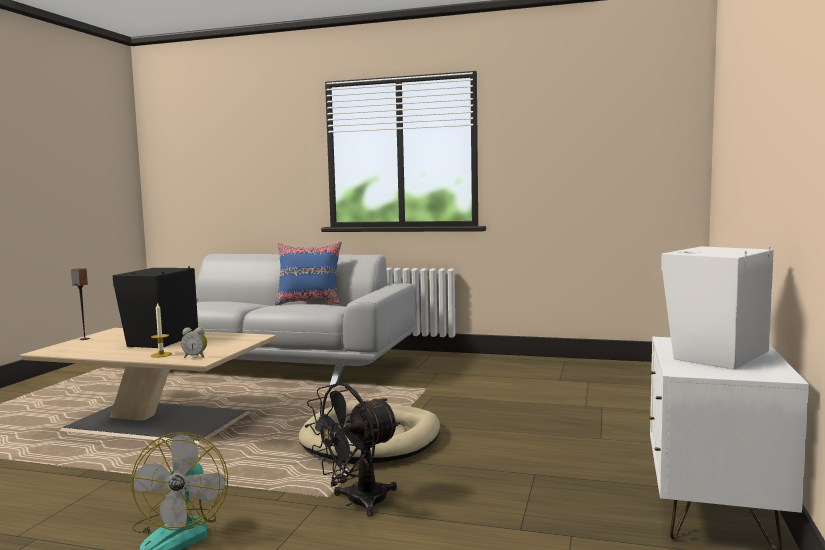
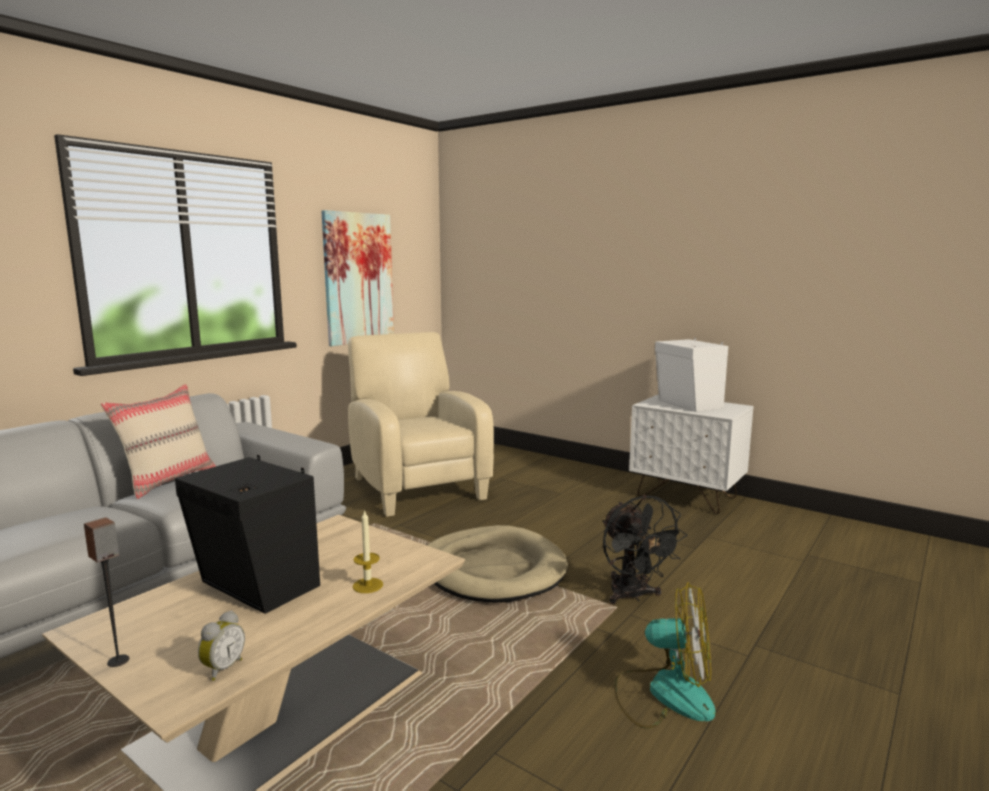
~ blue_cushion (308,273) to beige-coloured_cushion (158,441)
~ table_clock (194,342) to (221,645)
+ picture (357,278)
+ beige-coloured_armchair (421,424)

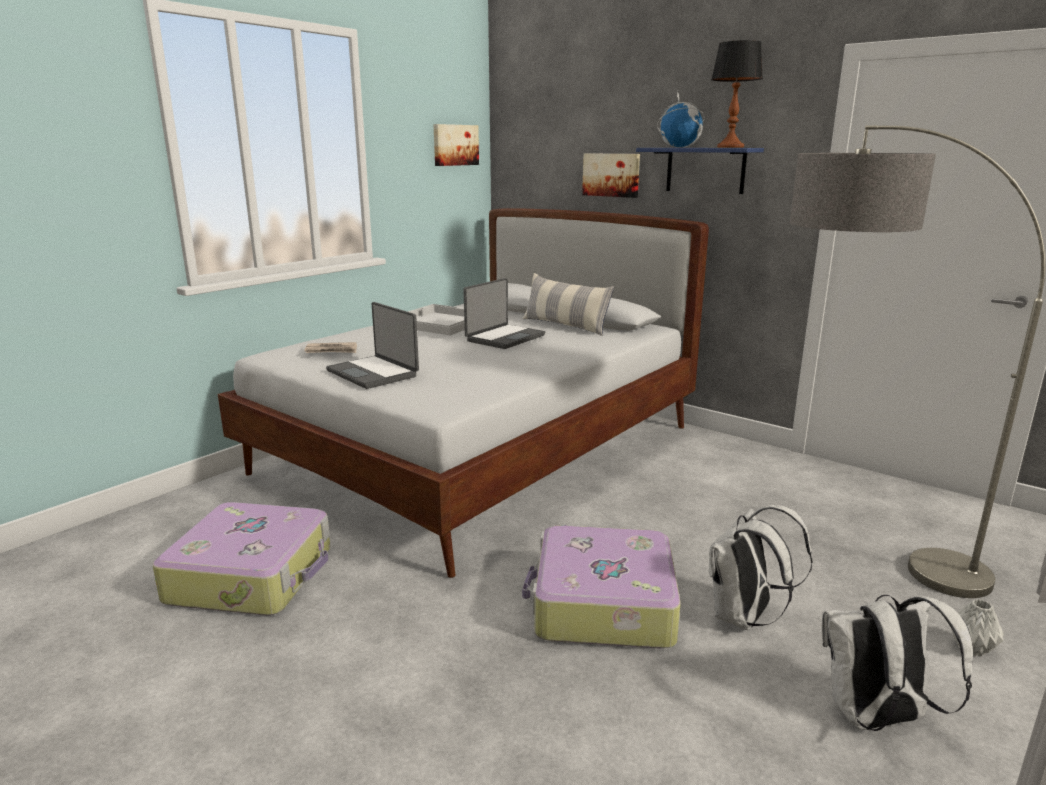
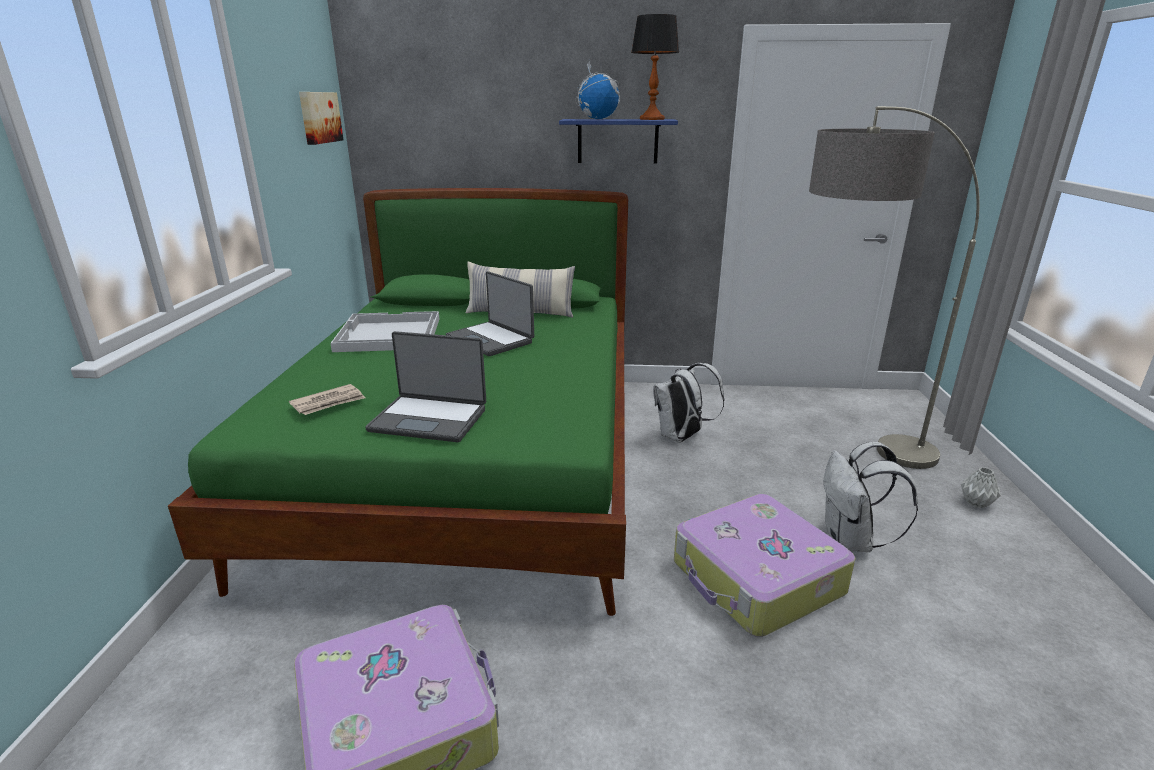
- picture (611,176)
~ white_bedroom_bed (463,393) to greenish_bedroom_bed (398,402)
~ laptop (504,313) = (490,313) 135 degrees clockwise
~ white_knapsack (897,663) to (689,403)

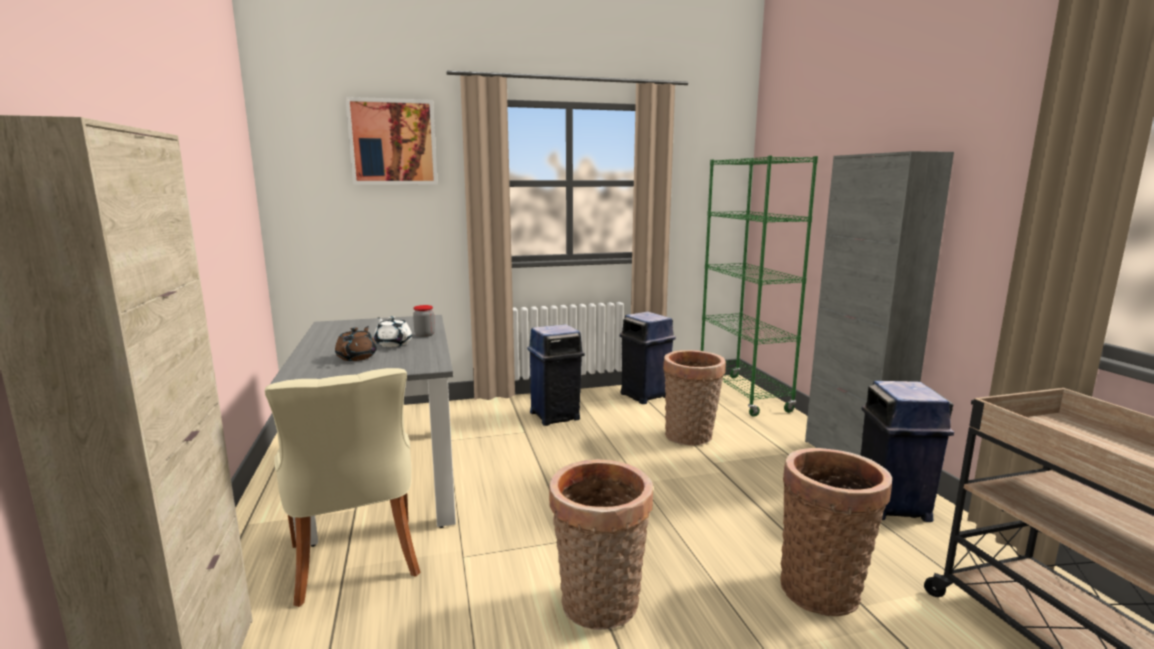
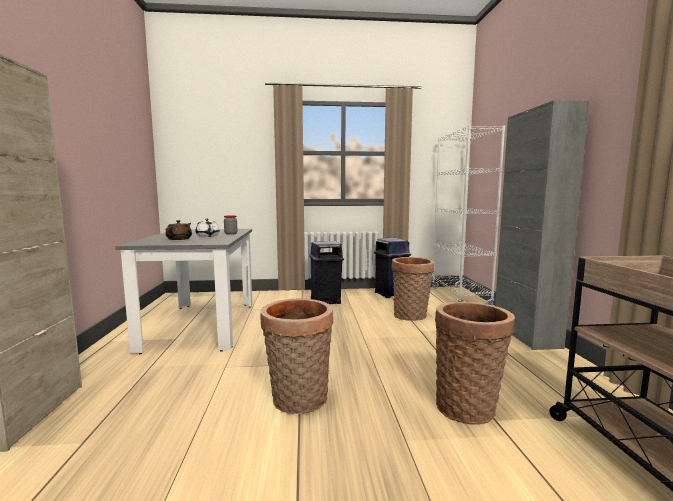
- picture (391,141)
~ greenish_bookcase (759,286) to white_bookcase (468,215)
- beige-coloured_upright_chair (342,487)
- blue_rubbish_bin (907,451)

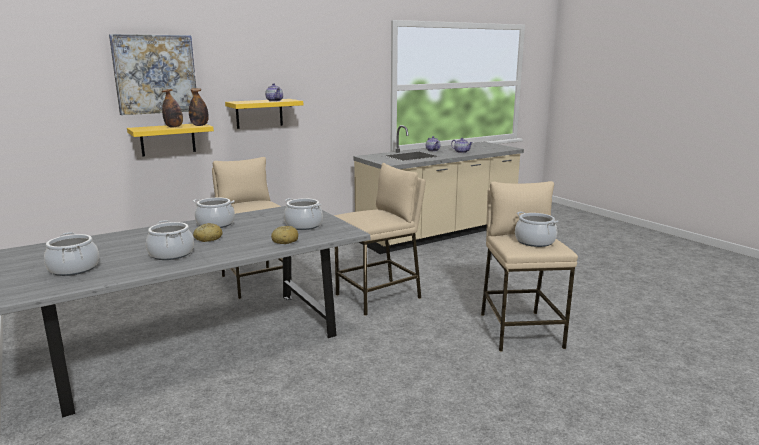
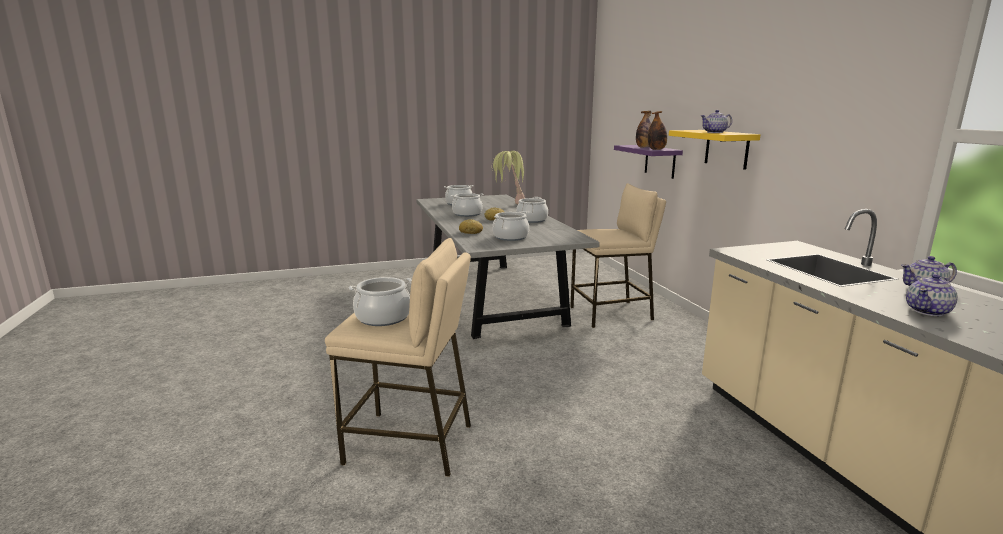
- picture (152,74)
~ yellow_shelf (170,140) to purplish_shelf (648,162)
- beige-coloured_stool (380,239)
+ houseplant (508,177)

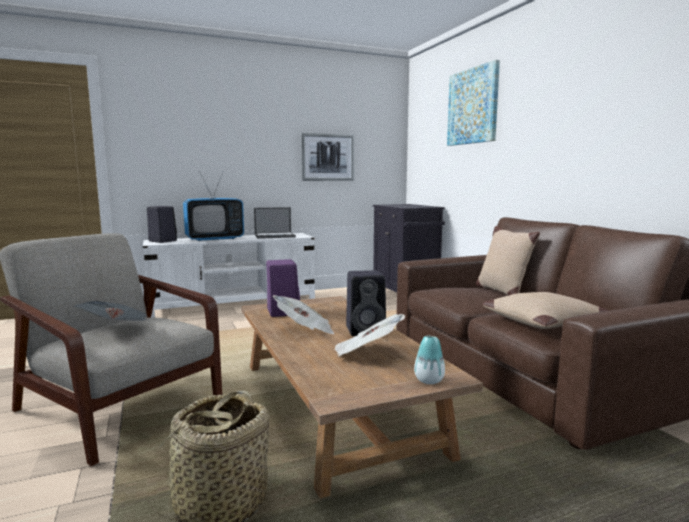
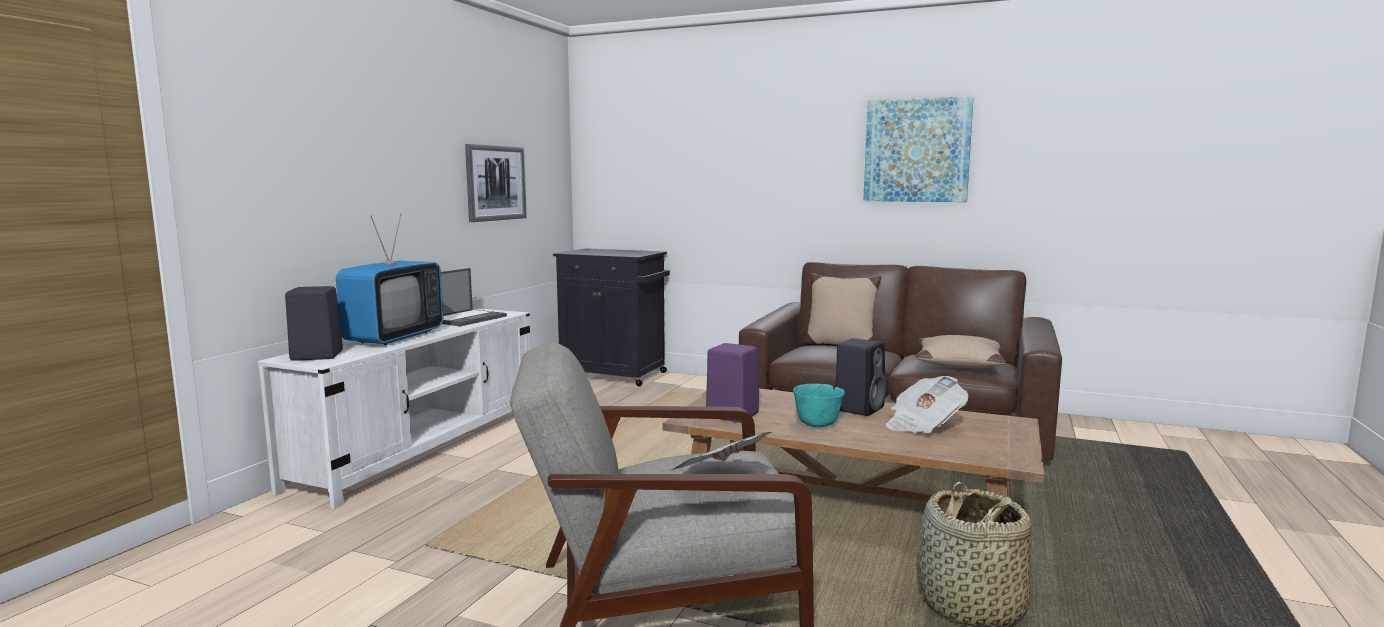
~ picture (473,103) to (918,149)
~ daily_paper (303,314) to turquoise_bowl (819,405)
- flower_vase (429,360)

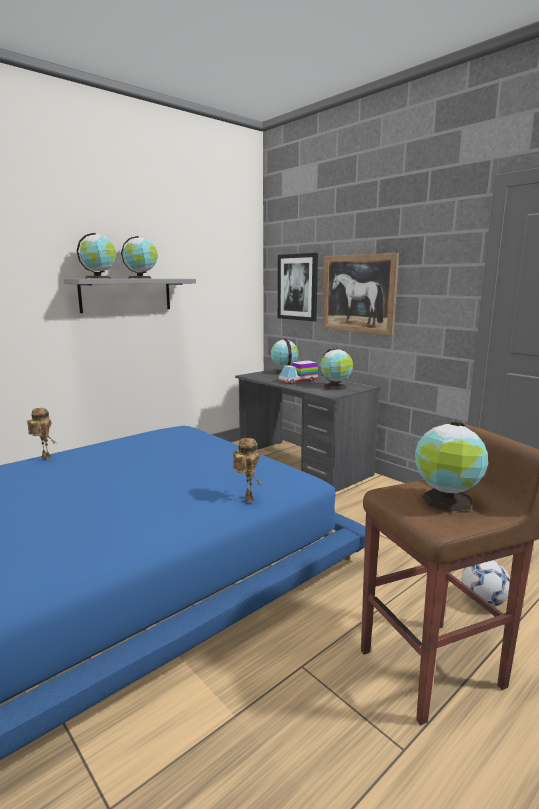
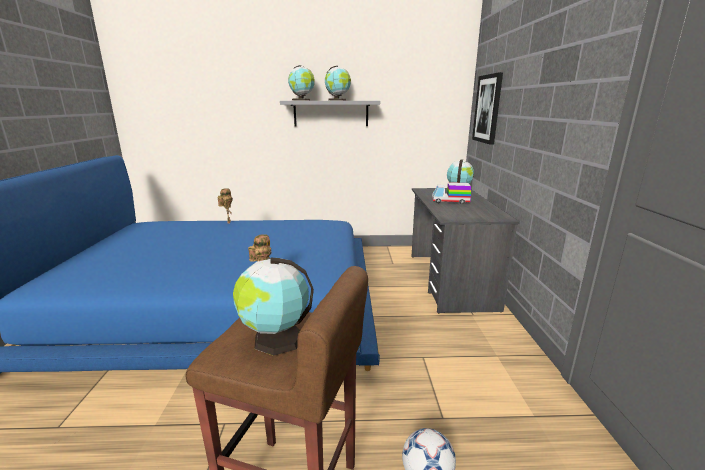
- picture (360,294)
- desk_globe (336,369)

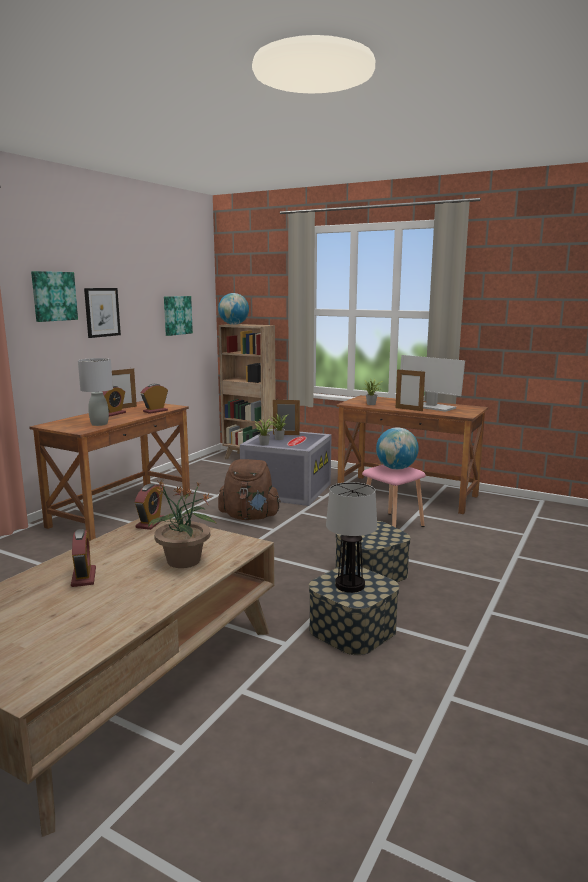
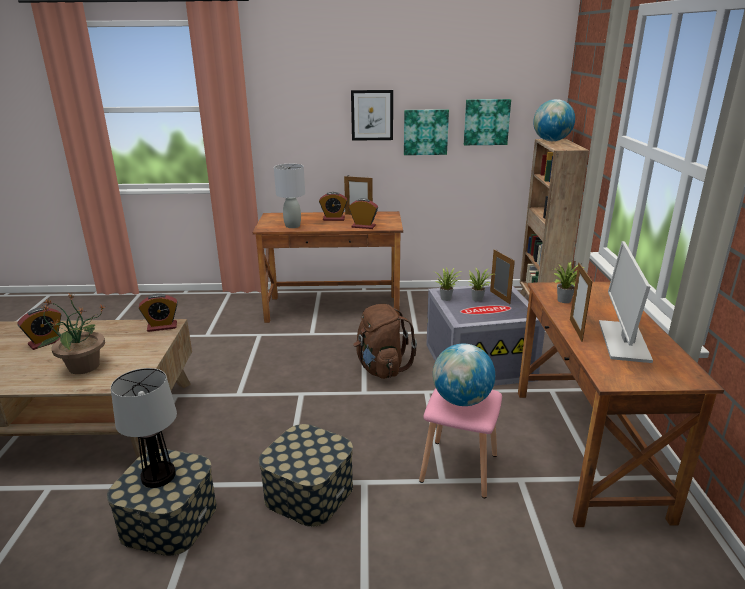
~ picture (54,296) to (426,132)

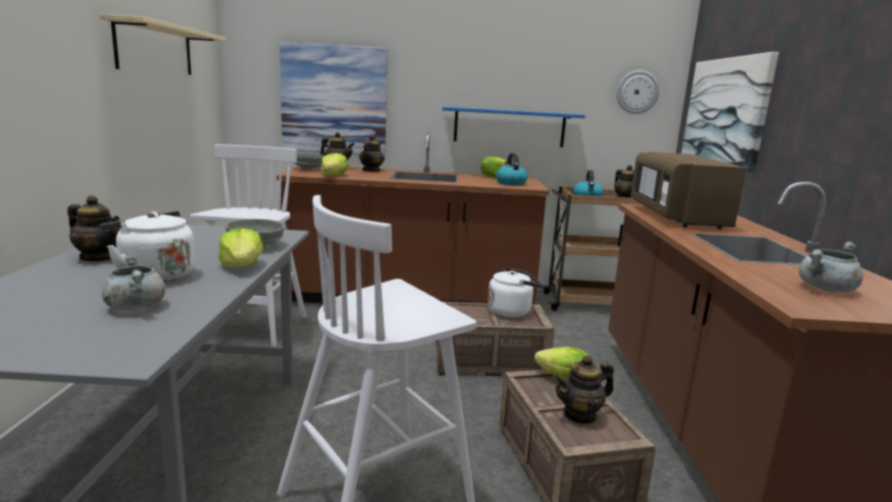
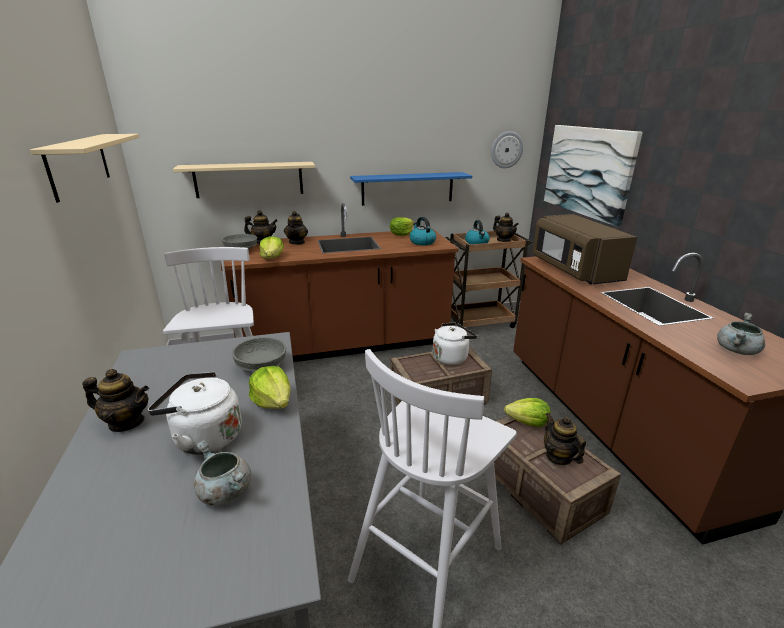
~ picture (334,99) to beige-coloured_shelf (244,180)
~ pot_for_tea (584,389) = (565,439) 105 degrees clockwise

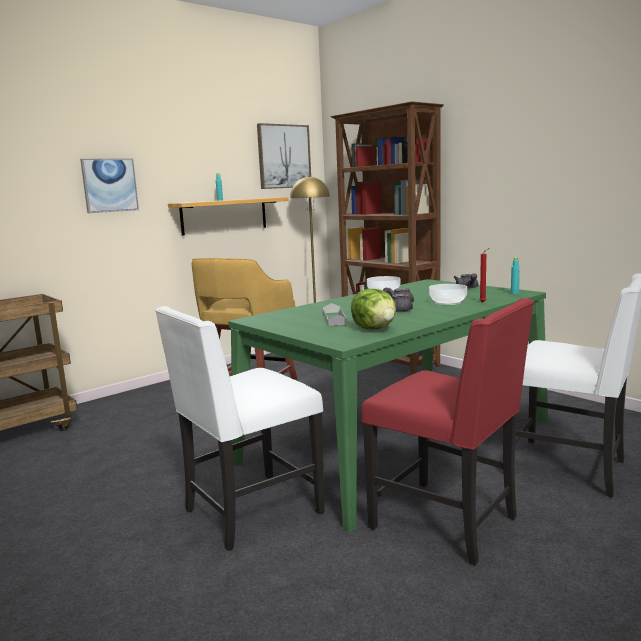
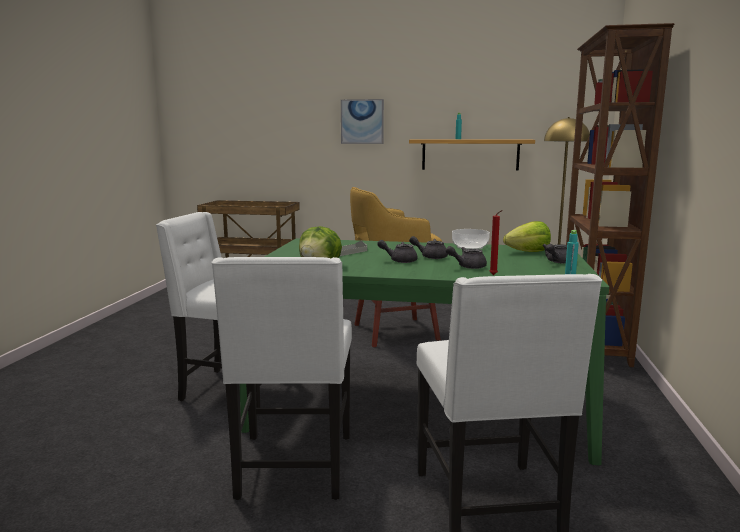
- picture (284,156)
~ bowl (448,294) to grey_pot_for_tea (466,257)
~ red-coloured_upright_chair (448,431) to white_upright_chair (281,378)
+ lettuce (527,236)

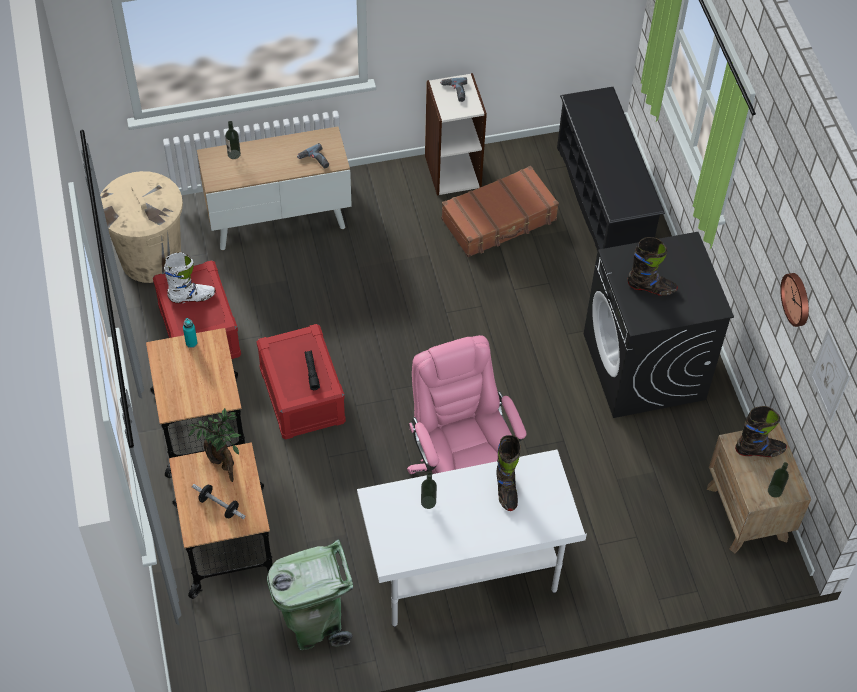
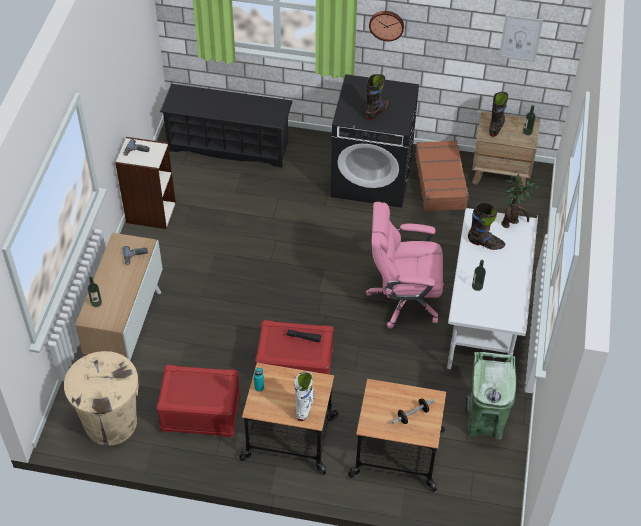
~ brown-coloured_suitcase (500,211) to (442,176)
~ white_boot (190,278) to (305,396)
~ wall_clock (794,300) to (386,26)
~ houseplant (215,445) to (520,201)

